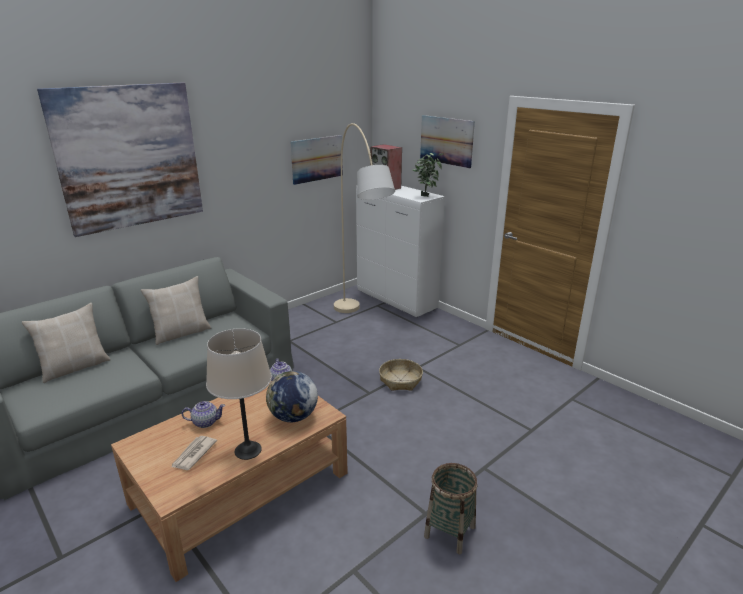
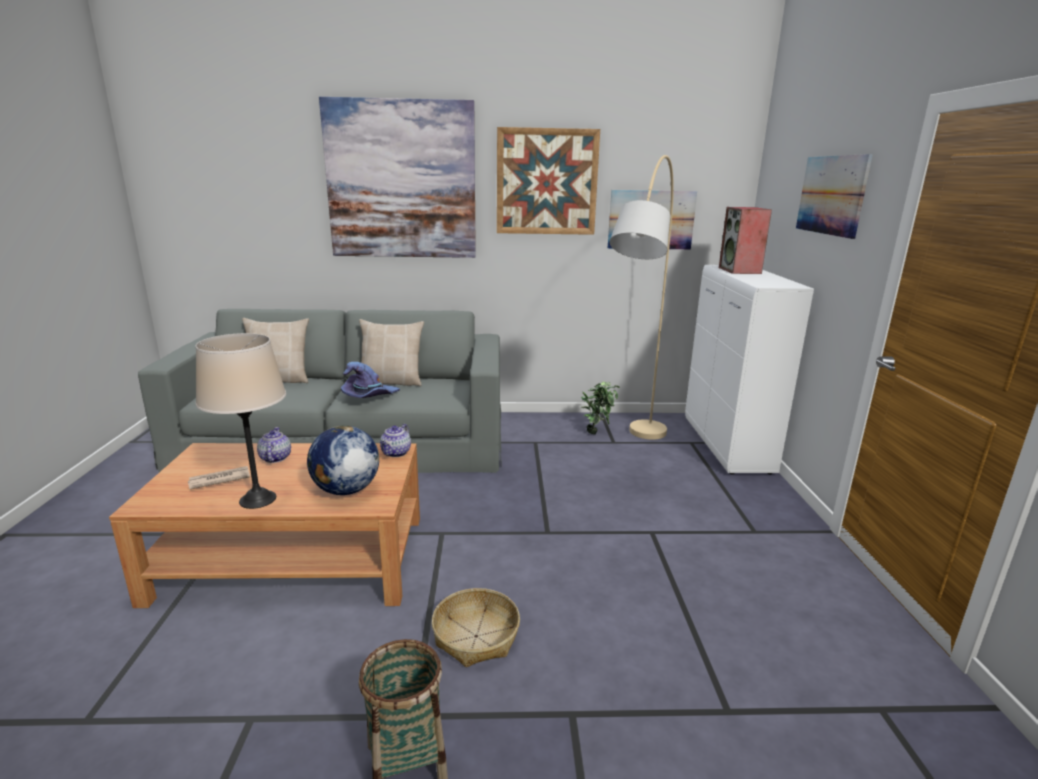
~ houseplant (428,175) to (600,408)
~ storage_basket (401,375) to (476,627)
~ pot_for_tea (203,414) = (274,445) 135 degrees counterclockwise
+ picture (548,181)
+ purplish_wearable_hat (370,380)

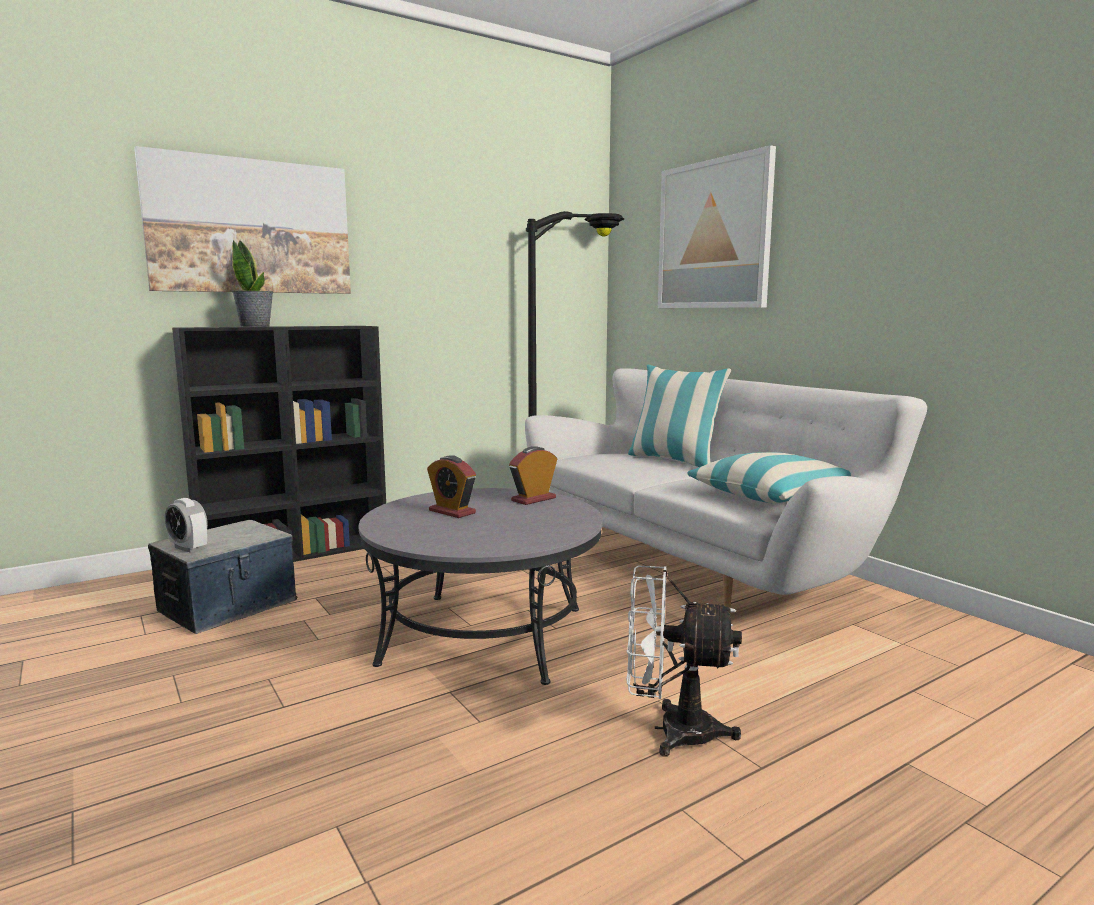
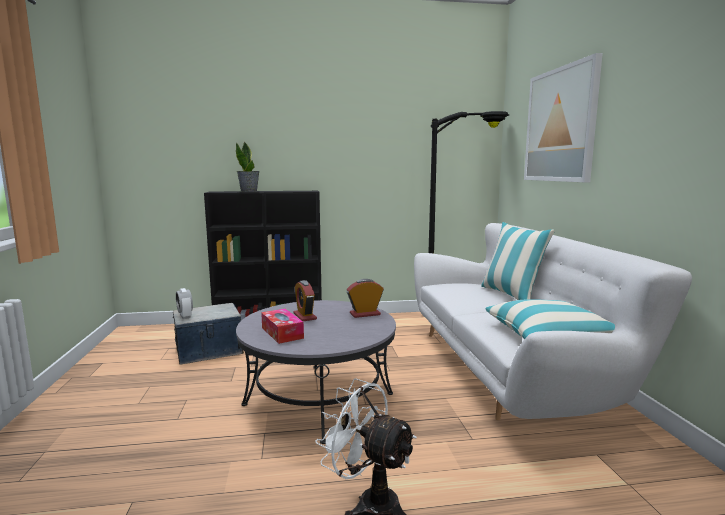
- picture (242,220)
+ tissue_holder (282,326)

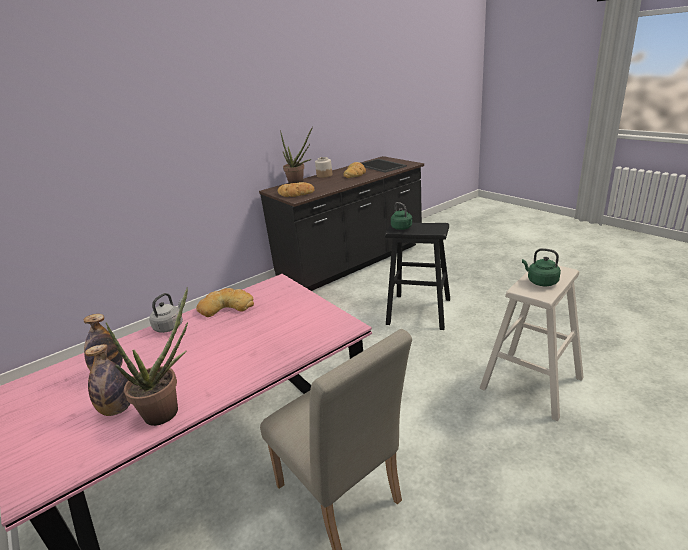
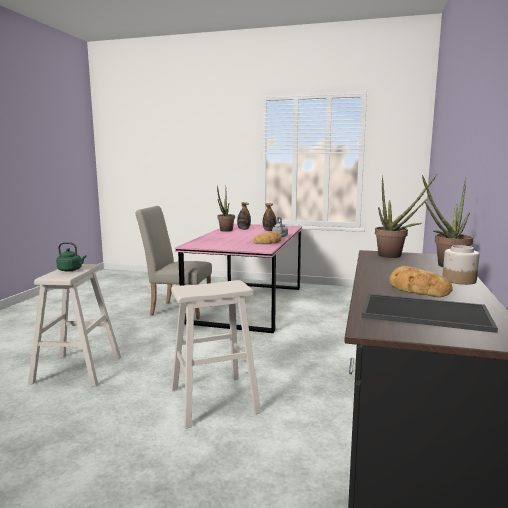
~ bread (296,189) to houseplant (406,216)
- greenish_water_kettle (401,216)
~ blackish_stool (417,276) to beige-coloured_stool (216,354)

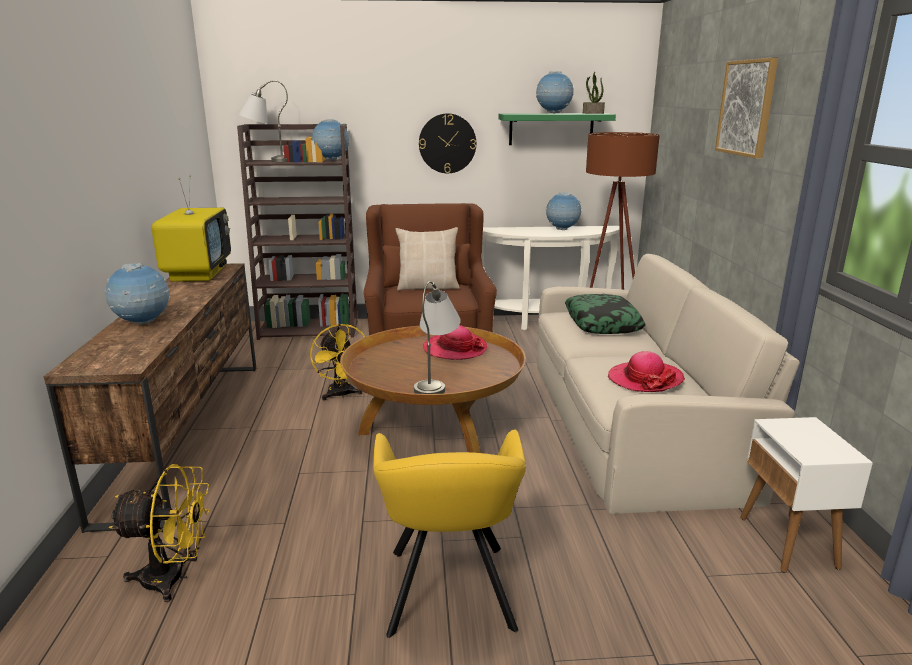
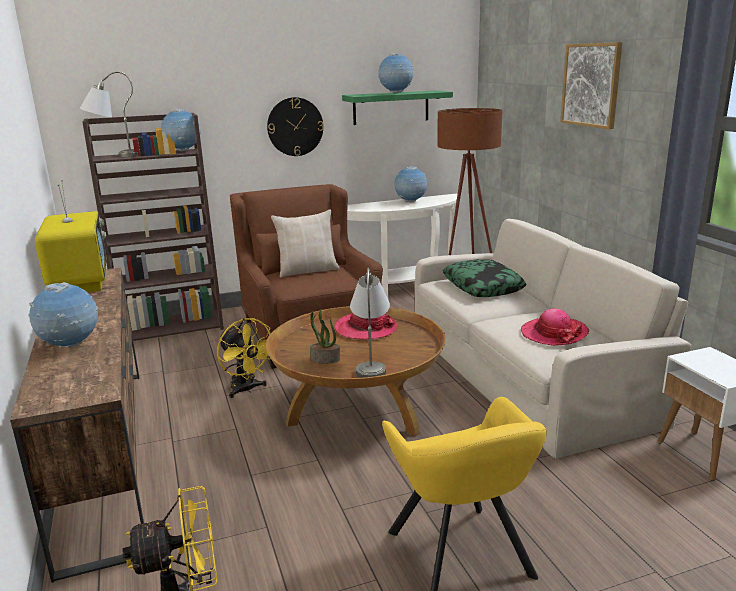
~ houseplant (594,93) to (325,336)

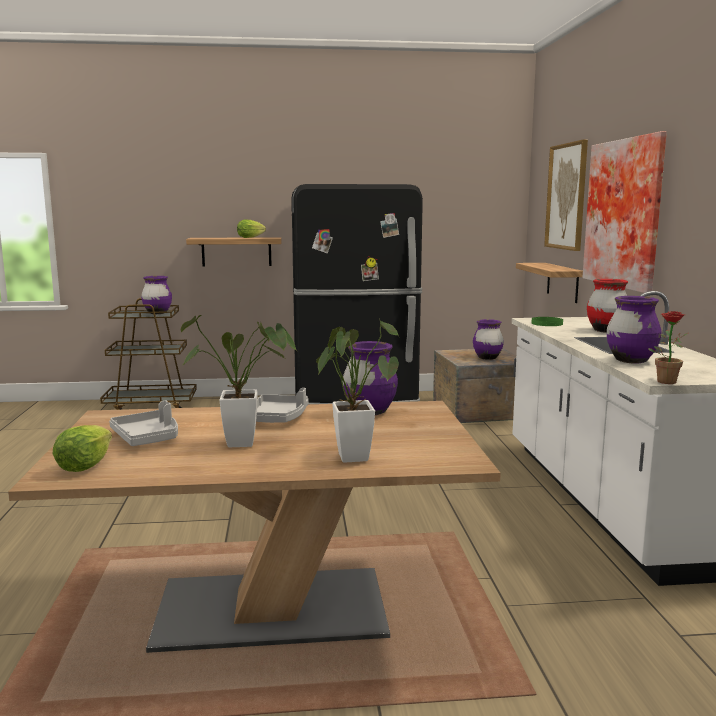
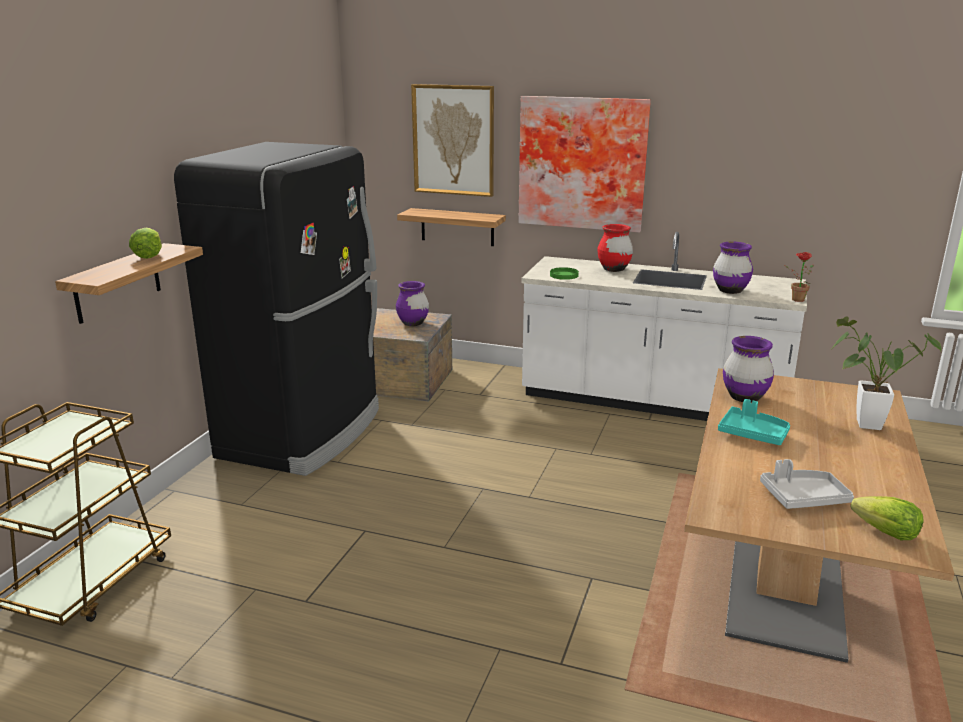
- purplish_flower_vase (156,295)
- houseplant (239,381)
~ grey_serving_tray (282,405) to turquoise_serving_tray (754,422)

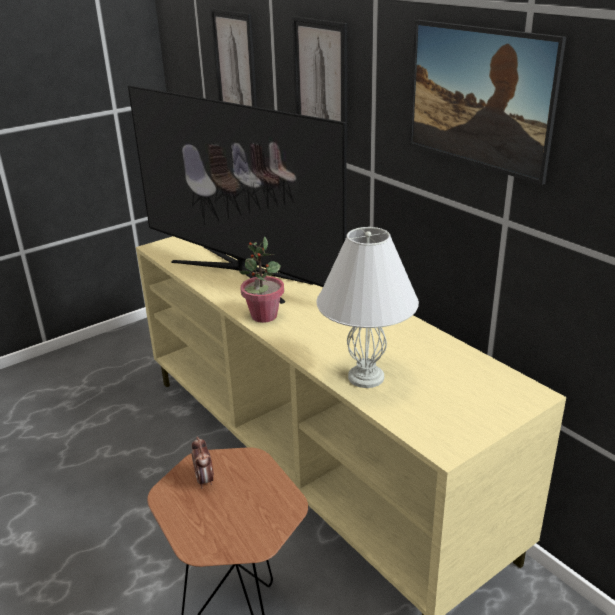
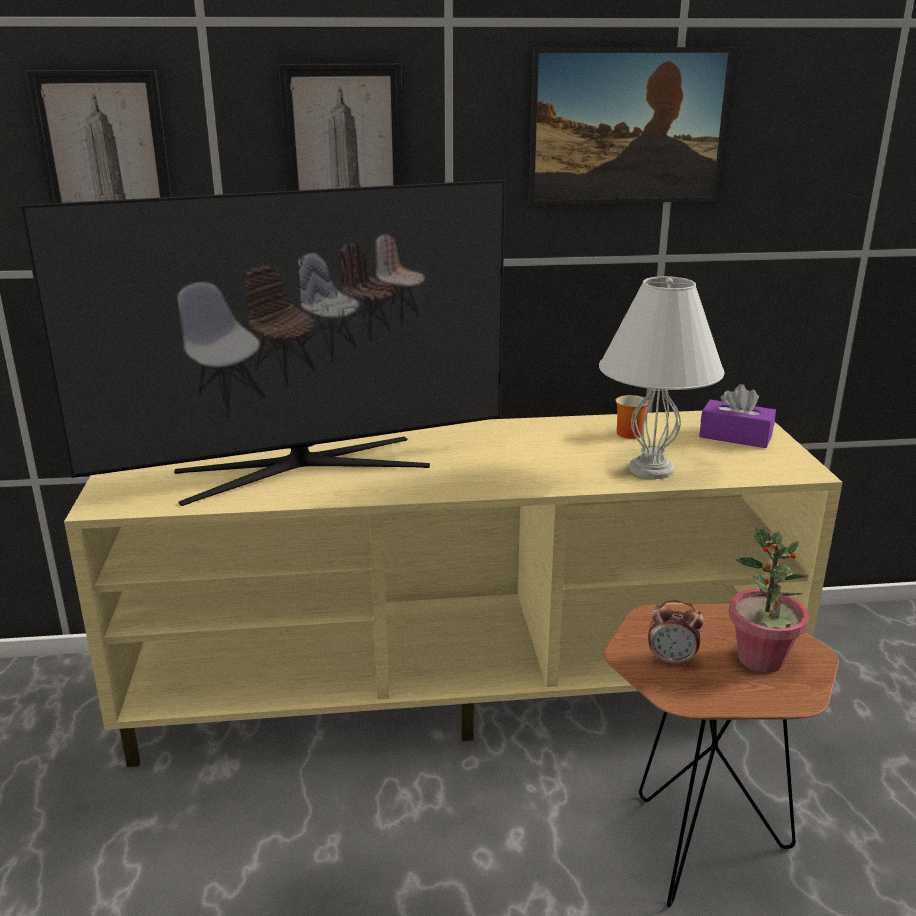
~ houseplant (261,279) to (769,600)
+ purplish_tissue_holder (737,416)
+ coffee_mug (632,417)

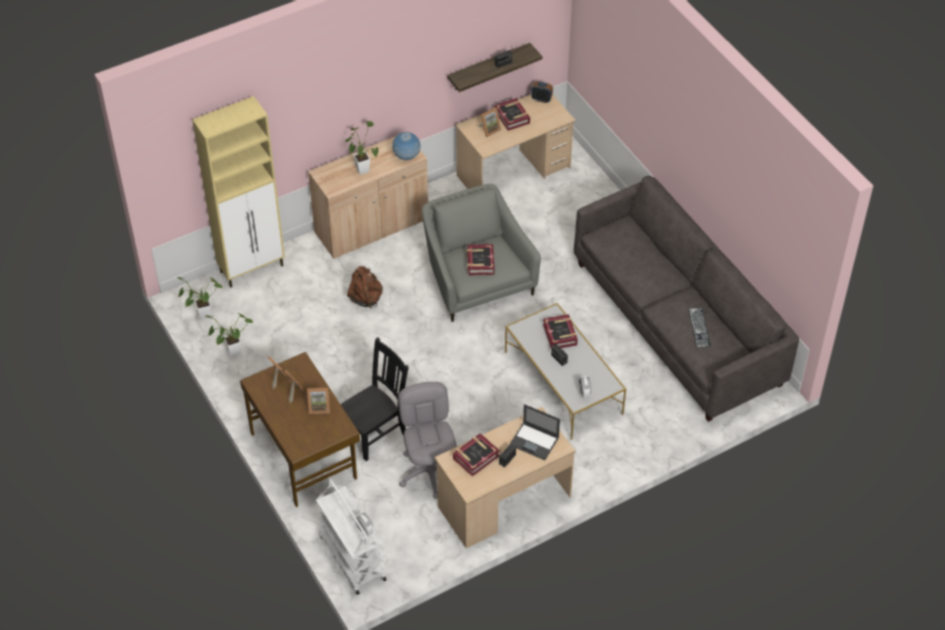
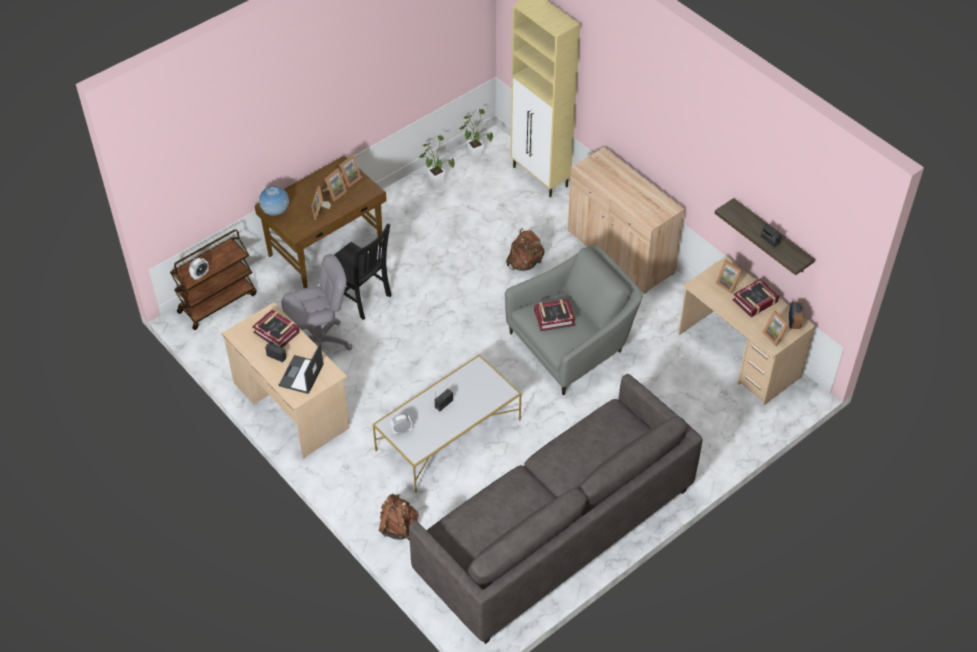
- houseplant (362,148)
~ desk_globe (406,146) to (274,201)
- keyboard (700,328)
- volume (560,331)
~ white_wheeled_cart (351,536) to brown-coloured_wheeled_cart (213,279)
+ standing_frame (775,328)
+ brown-coloured_knapsack (399,517)

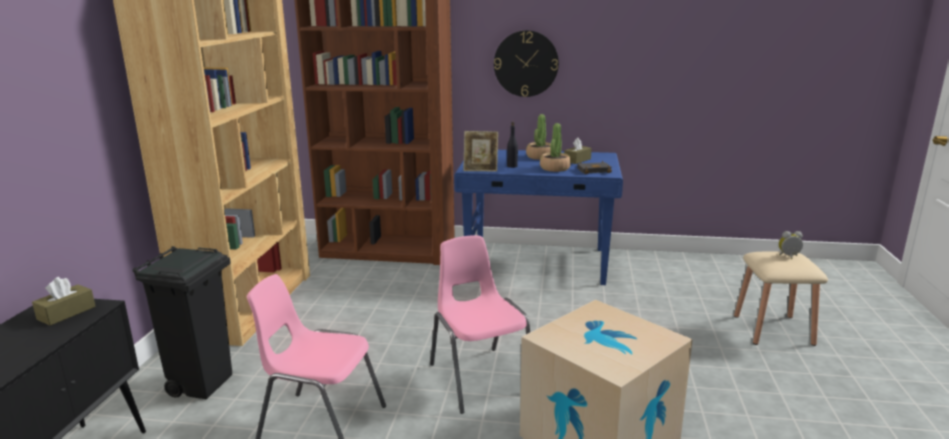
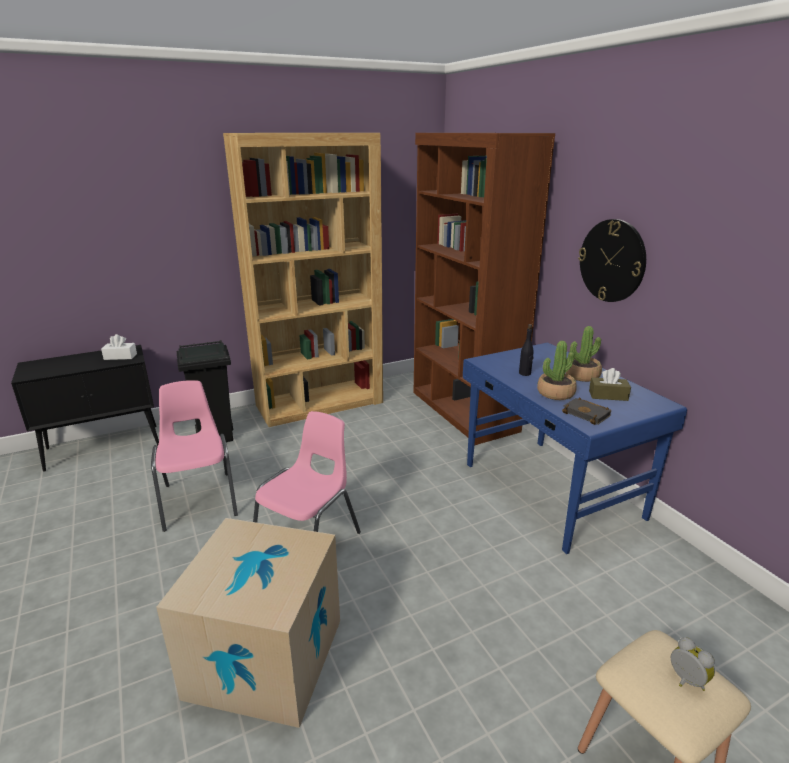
- standing_frame (480,151)
~ brown-coloured_tissue_holder (63,301) to white_tissue_holder (119,347)

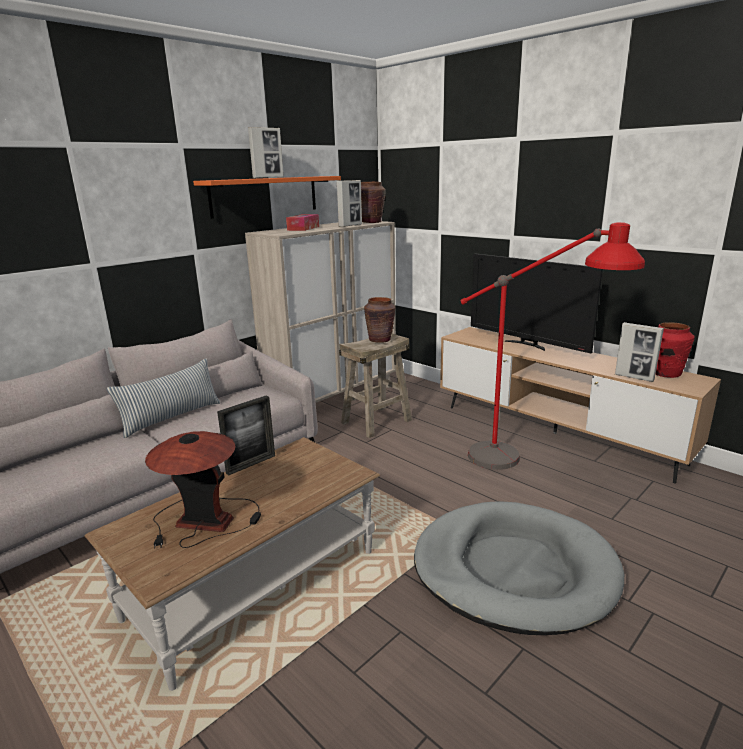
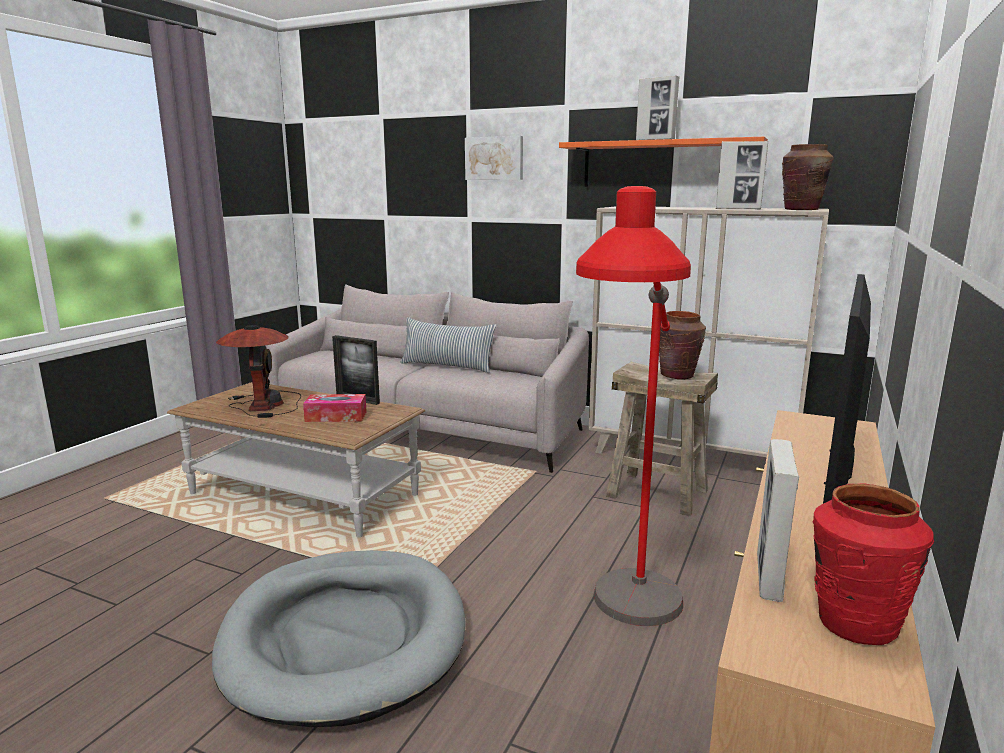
~ tissue_holder (302,222) to (335,408)
+ picture (494,158)

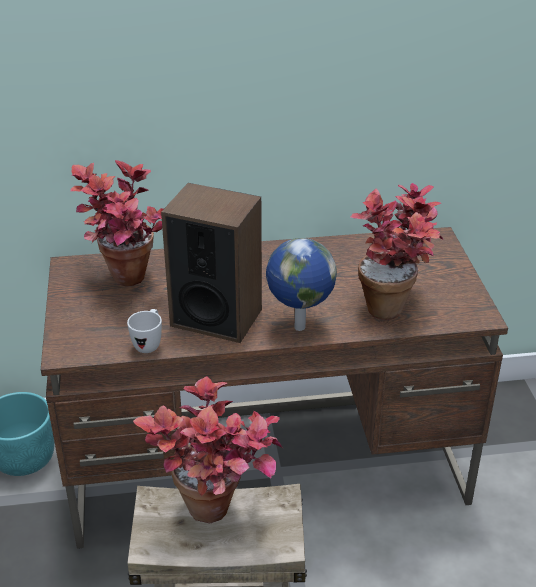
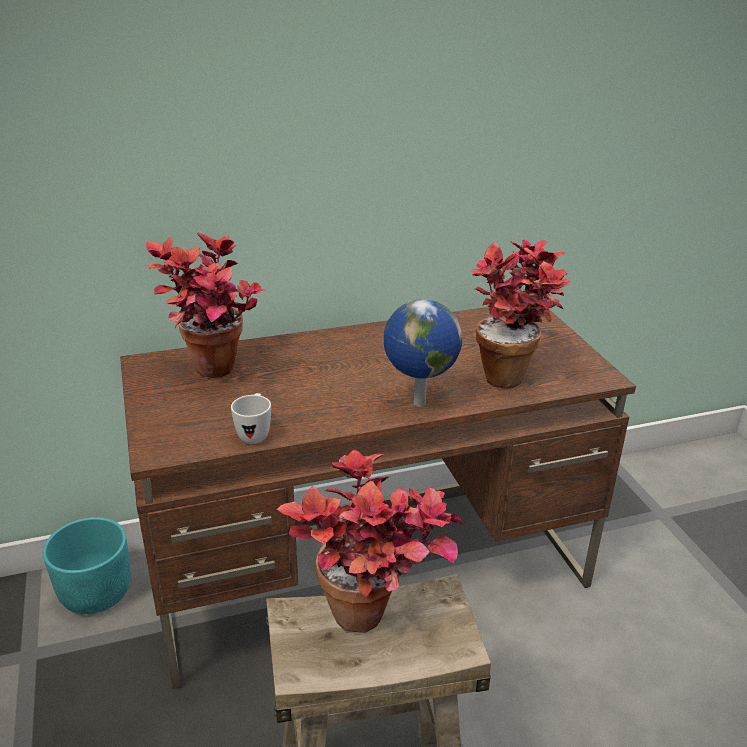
- audio_speaker (211,263)

